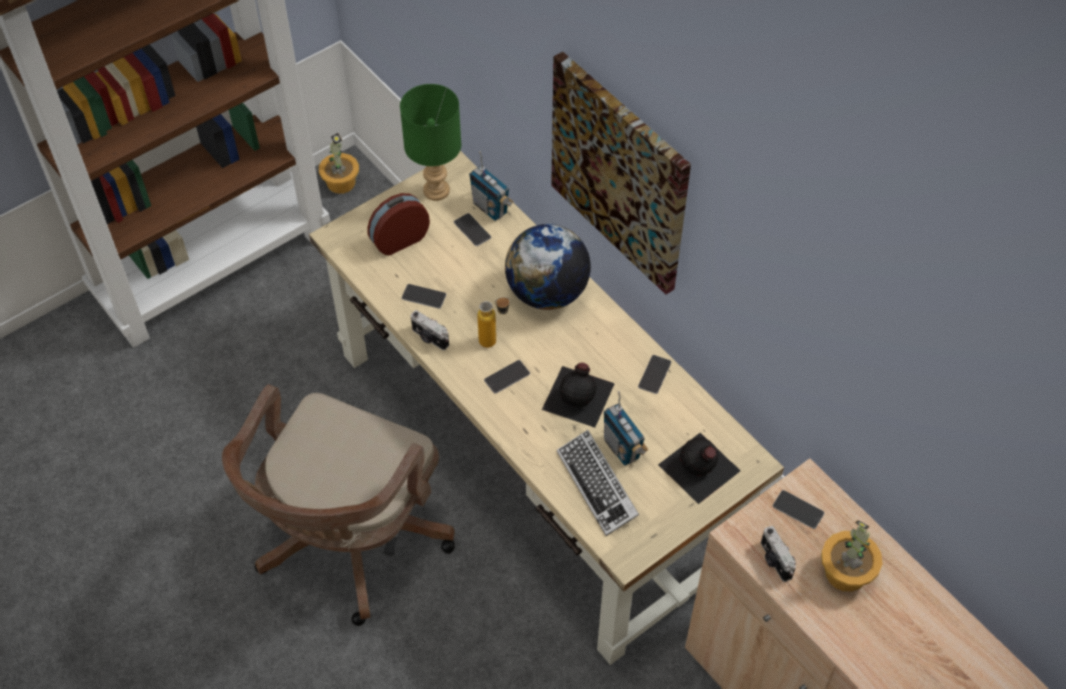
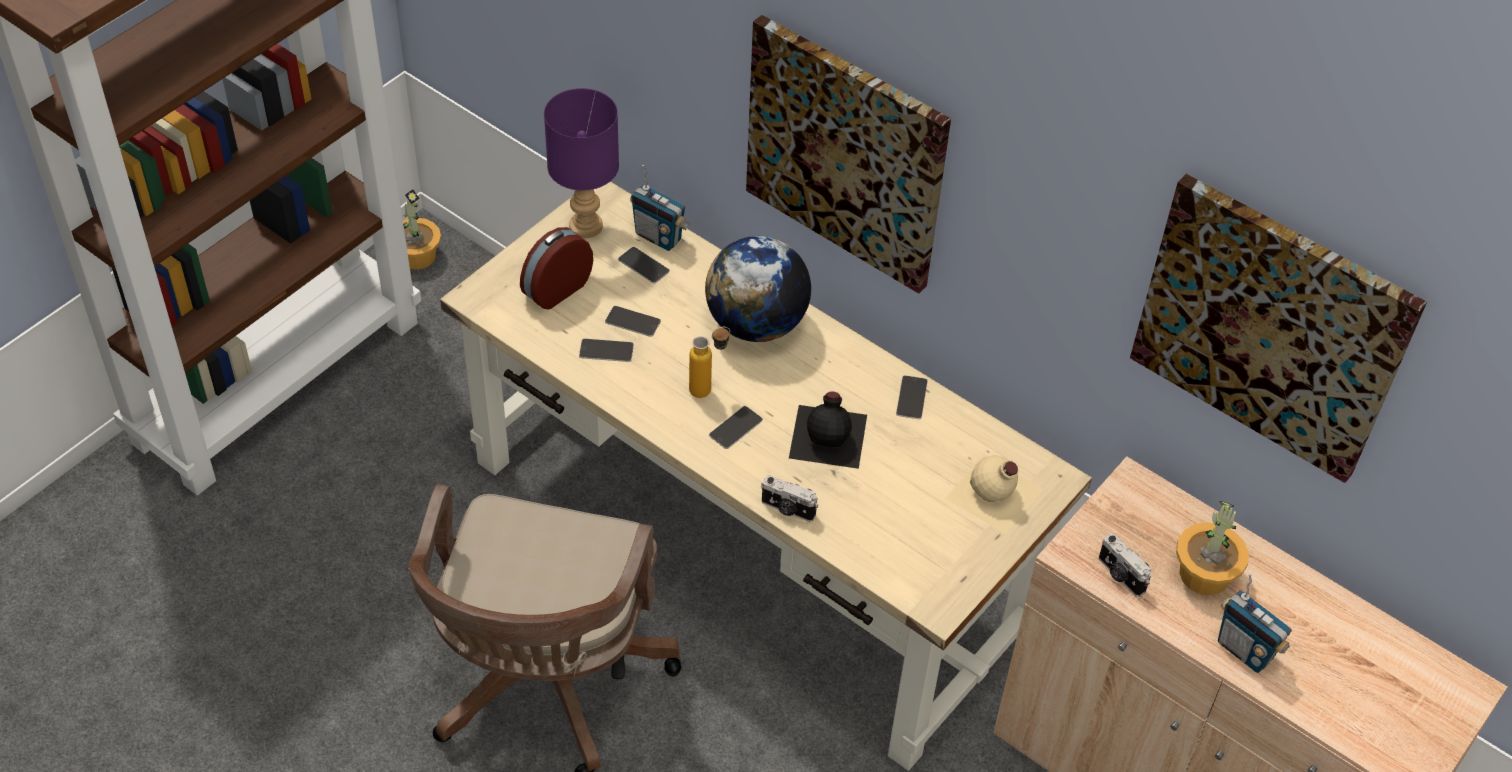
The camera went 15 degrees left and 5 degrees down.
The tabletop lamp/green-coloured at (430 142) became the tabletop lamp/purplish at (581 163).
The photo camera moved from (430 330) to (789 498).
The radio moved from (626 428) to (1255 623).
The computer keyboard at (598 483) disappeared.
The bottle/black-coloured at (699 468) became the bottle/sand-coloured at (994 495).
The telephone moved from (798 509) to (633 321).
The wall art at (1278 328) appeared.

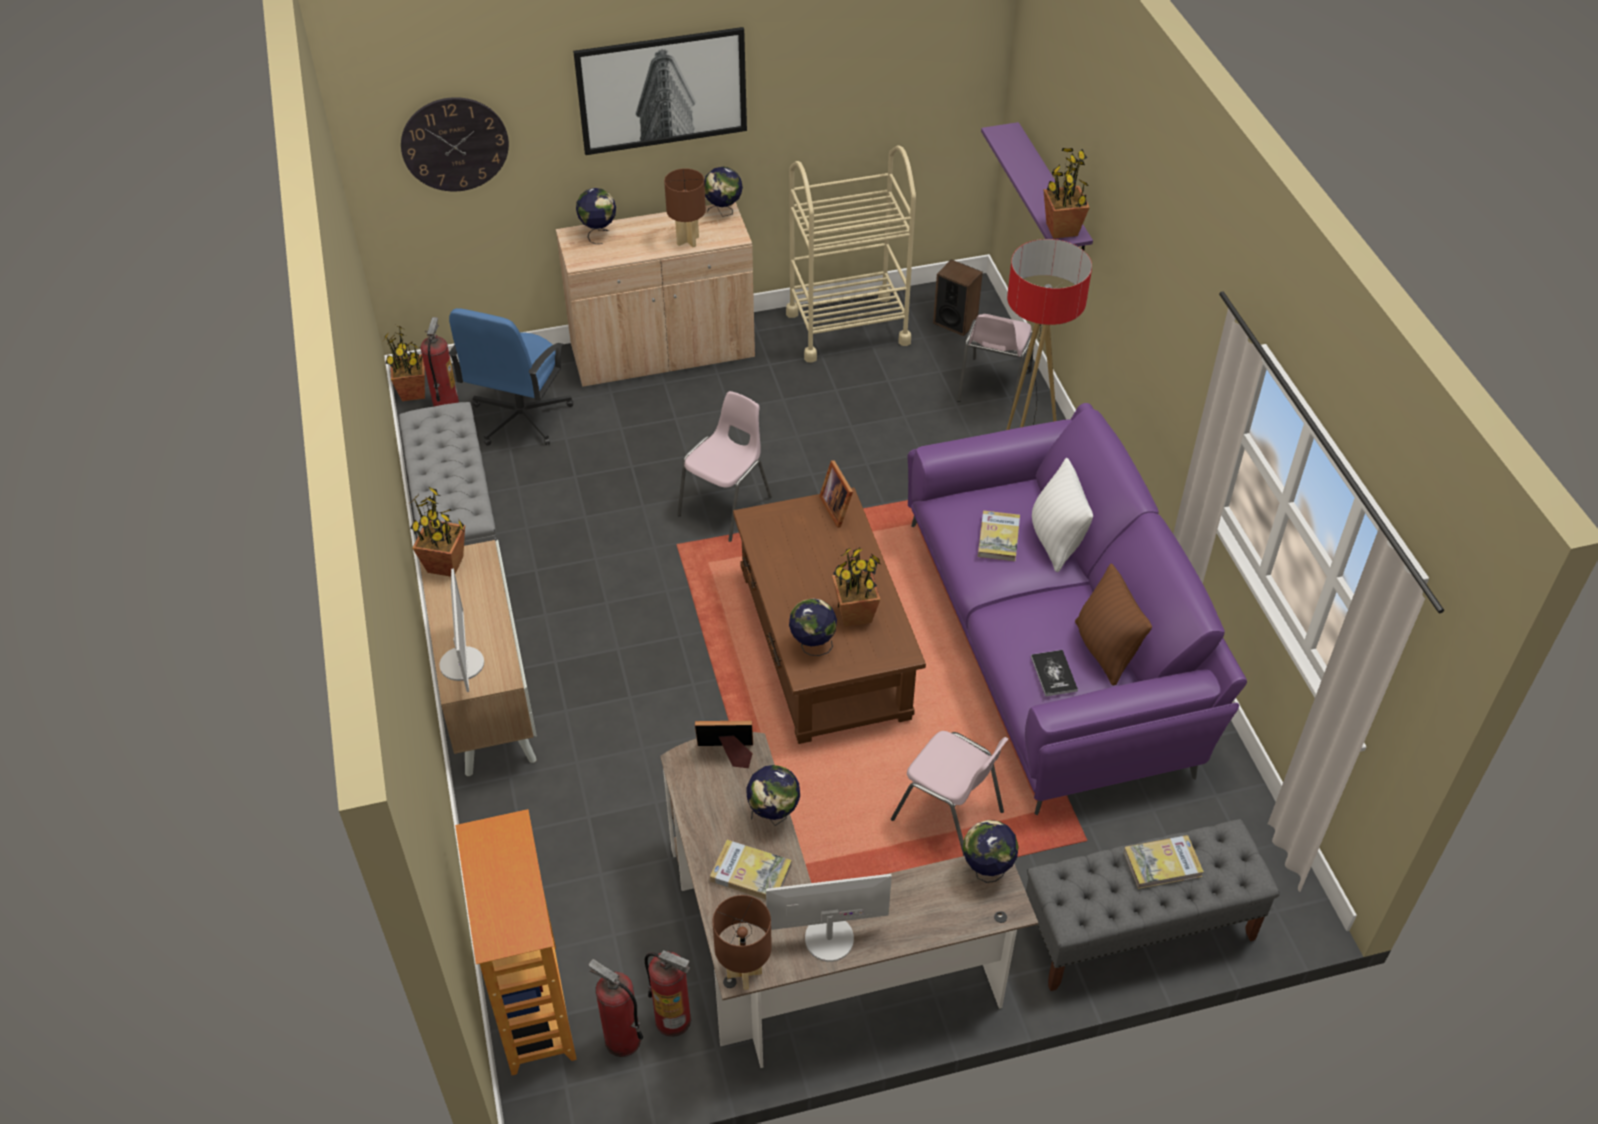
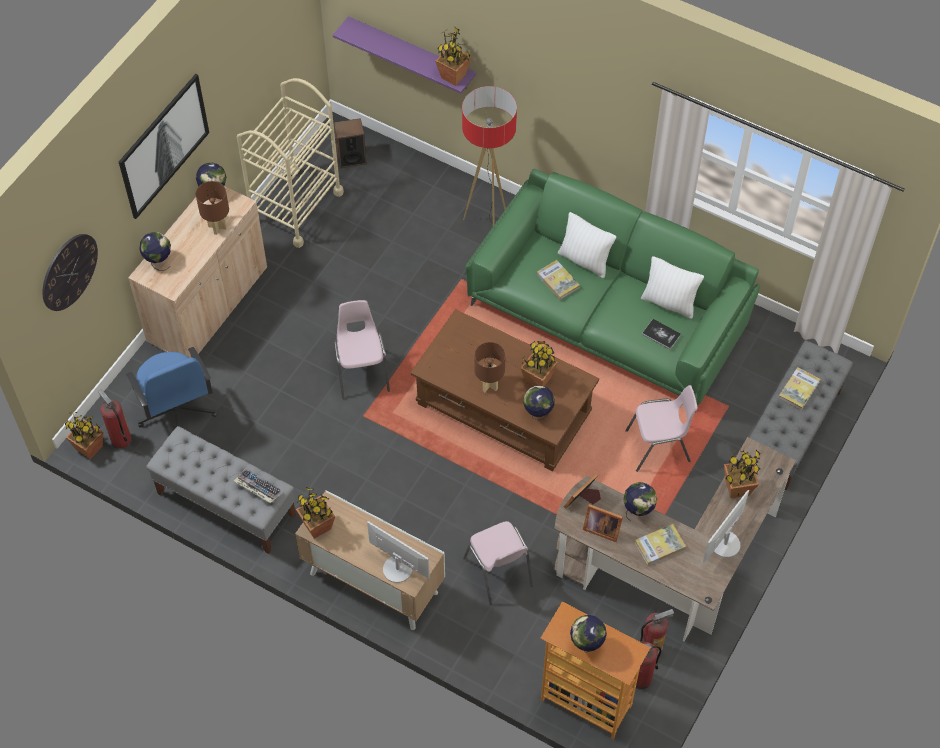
The camera went 45 degrees left and 10 degrees up.
The chair/pink-coloured moved from (995 363) to (498 563).
The sofa/purplish at (1077 609) became the sofa/green-coloured at (613 291).
The photo frame moved from (836 494) to (603 523).
The cushion/brown at (1113 625) became the cushion/white-coloured at (672 287).
The world globe moved from (990 851) to (588 634).
The tabletop lamp/brown moved from (742 942) to (490 367).
The plant in a pot at (742 474) appeared.
The computer keyboard at (259 485) appeared.

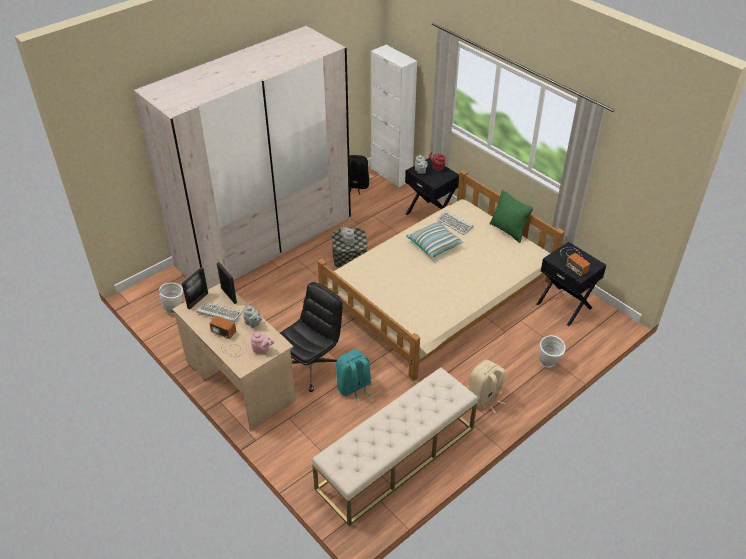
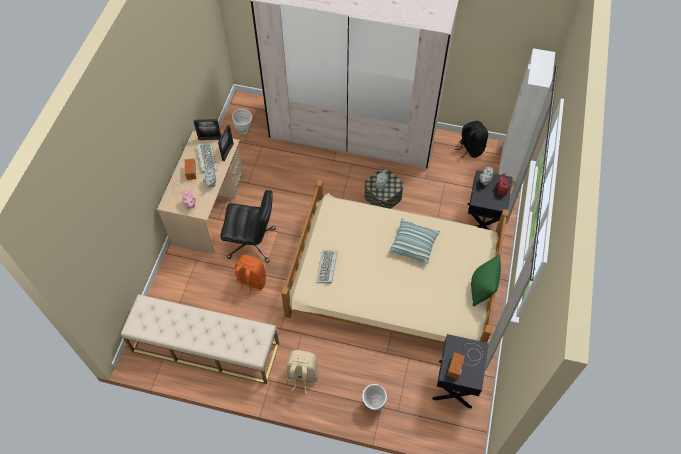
The camera went 55 degrees right and 15 degrees up.
The computer keyboard moved from (455 222) to (327 267).
The backpack/turquoise at (354 376) became the backpack/orangey at (250 276).

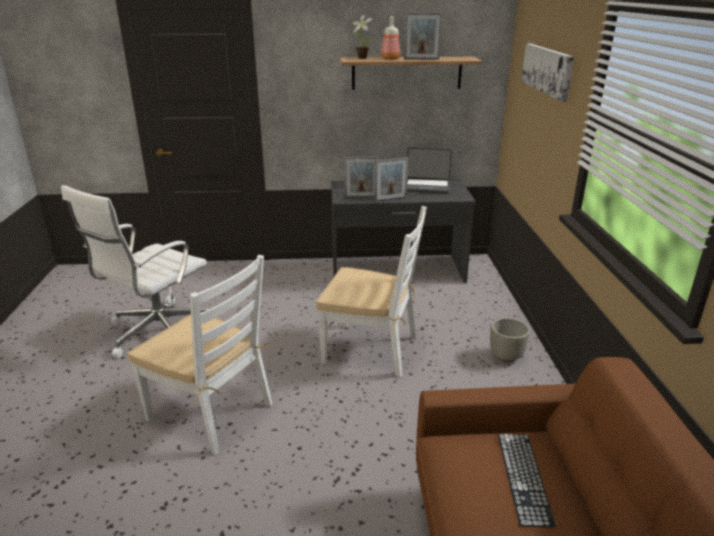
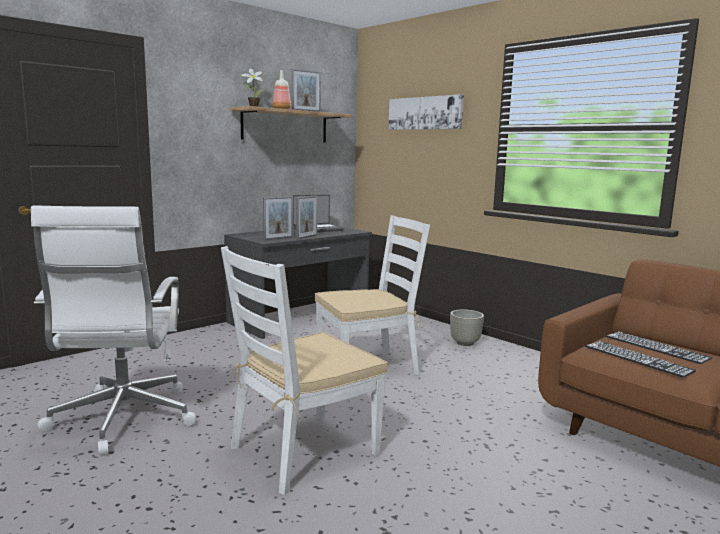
The camera went 40 degrees left and 15 degrees down.
The chair/white-coloured at (199 355) turned 150 degrees clockwise.
The computer keyboard at (640 359) appeared.

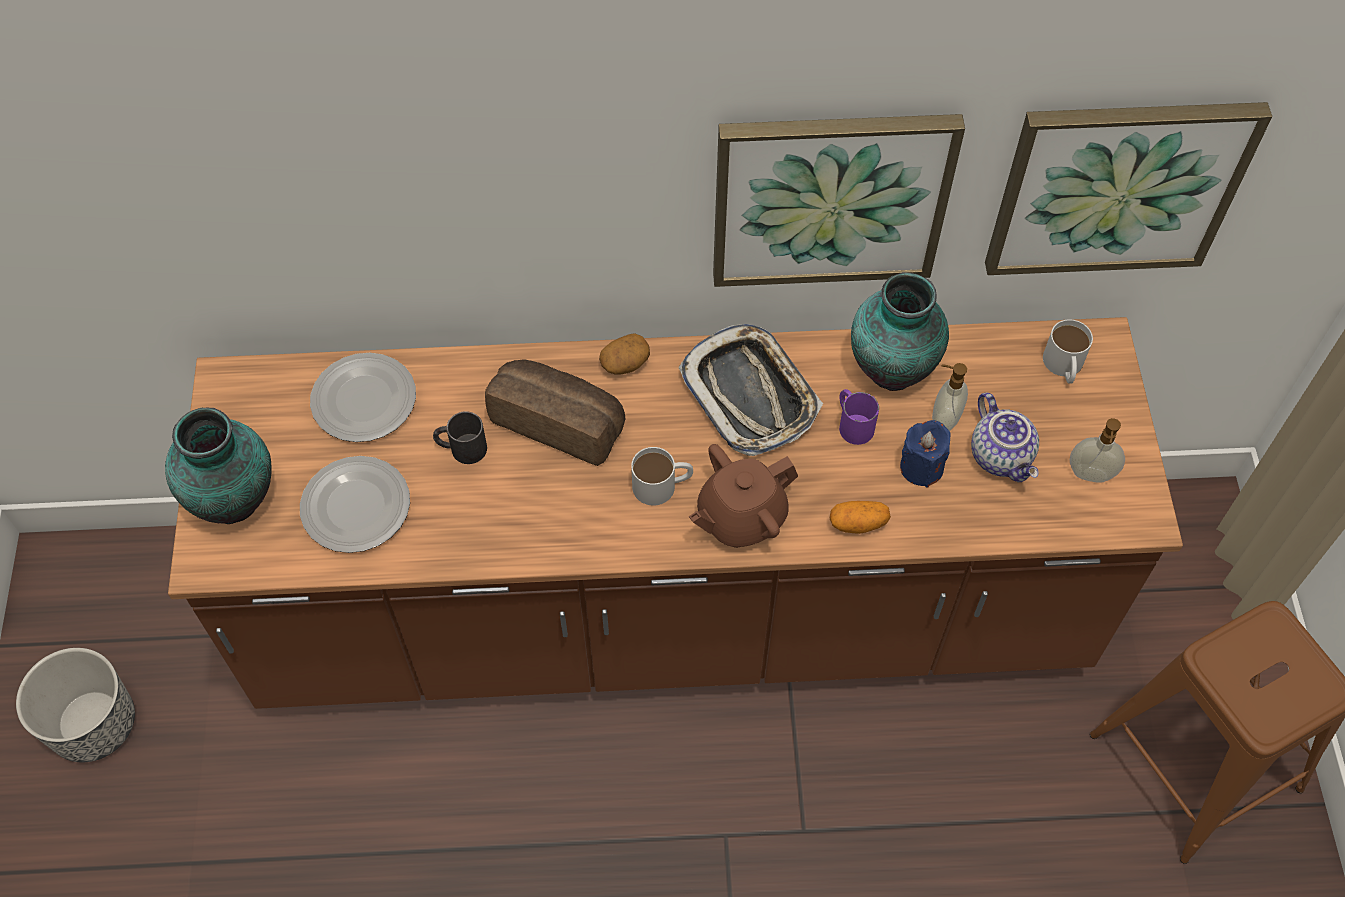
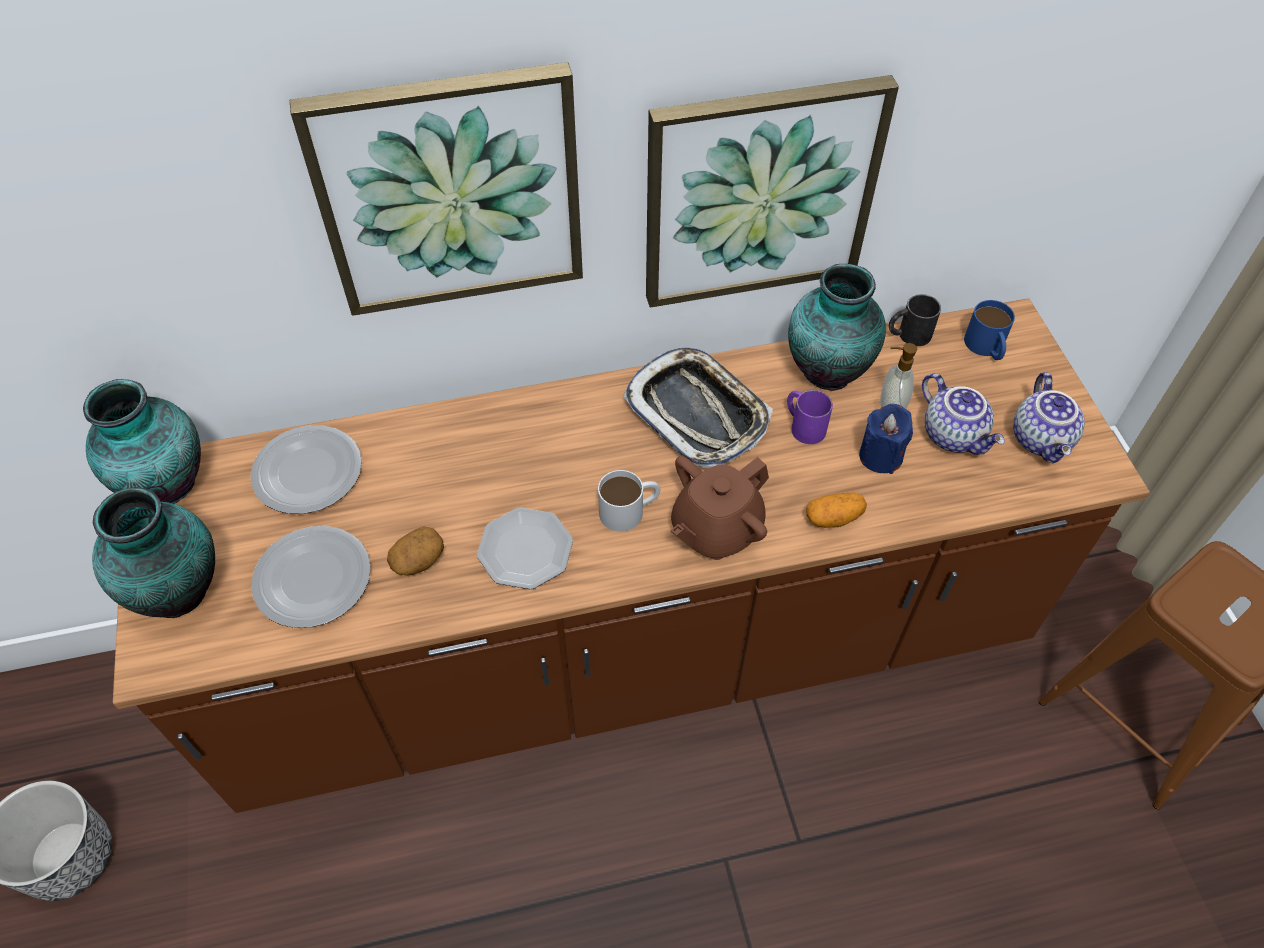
The camera went 10 degrees left and 5 degrees down.
The wall art moved from (1128 188) to (436 189).
The coffee mug/white-coloured at (1068 351) became the coffee mug/blue at (989 330).
The potato moved from (624 354) to (415 551).
The bakery bread at (555 412) disappeared.
The coffee mug/black-coloured moved from (460 437) to (915 320).
The soap bottle at (1097 450) was replaced by the pot for tea at (1049 417).
The vase at (142 441) appeared.
The plate at (525 548) appeared.

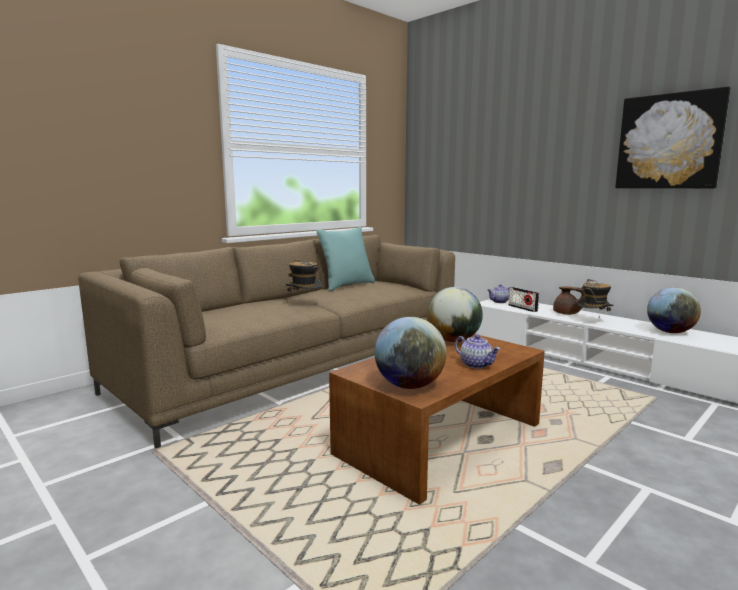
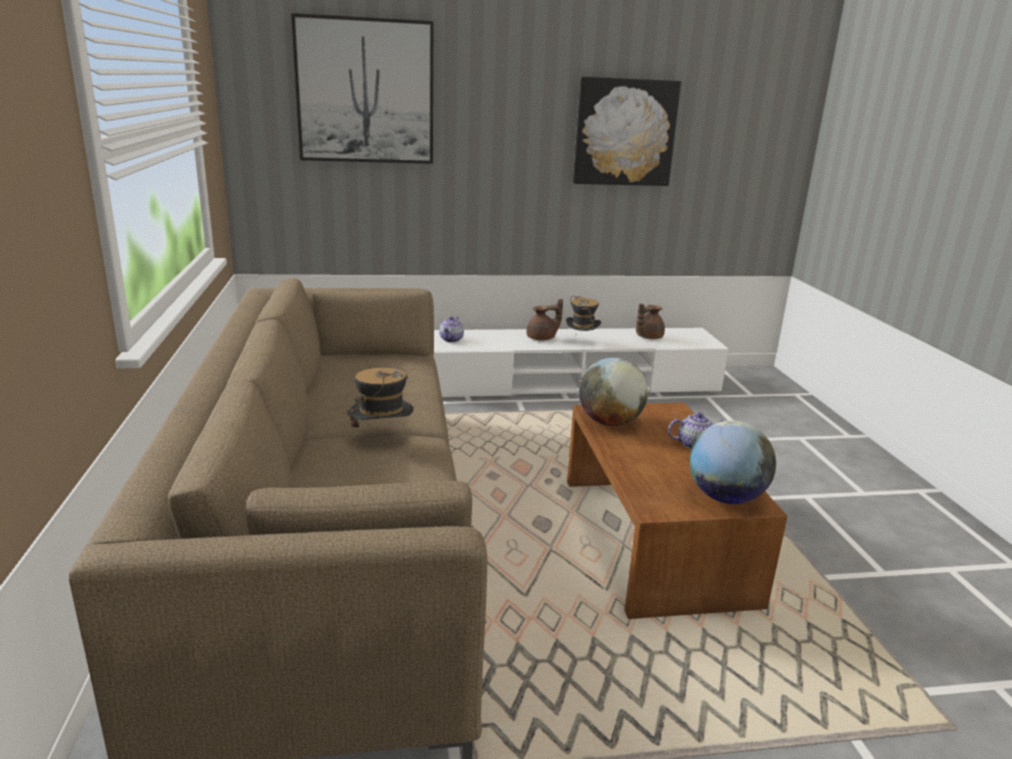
The camera went 55 degrees left and 10 degrees up.
The cushion/turquoise at (345 259) disappeared.
The radio at (524 299) disappeared.
The world globe at (674 310) was replaced by the pot for tea/brown at (650 321).
The wall art at (362 88) appeared.

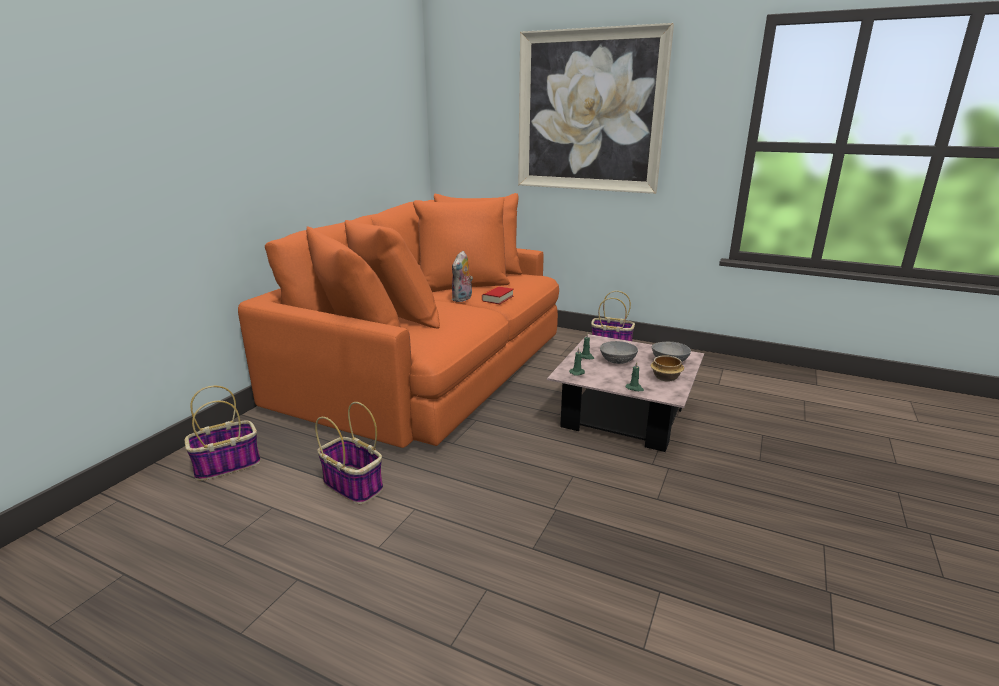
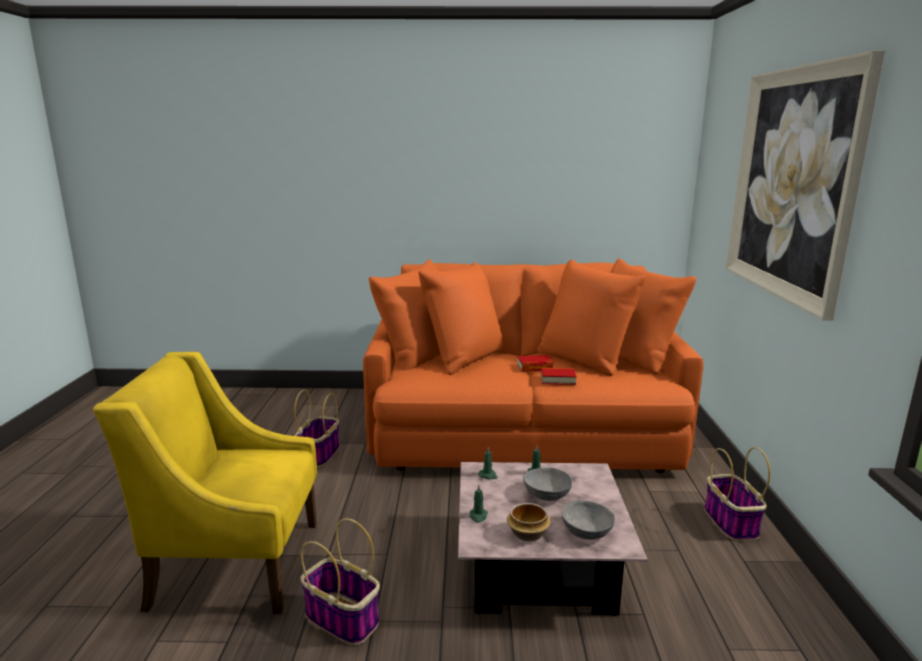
The camera went 65 degrees right and 5 degrees down.
The soft toy at (462 276) was replaced by the book at (535 363).
The basket moved from (223 433) to (340 582).
The armchair/yellow-coloured at (205 483) appeared.

